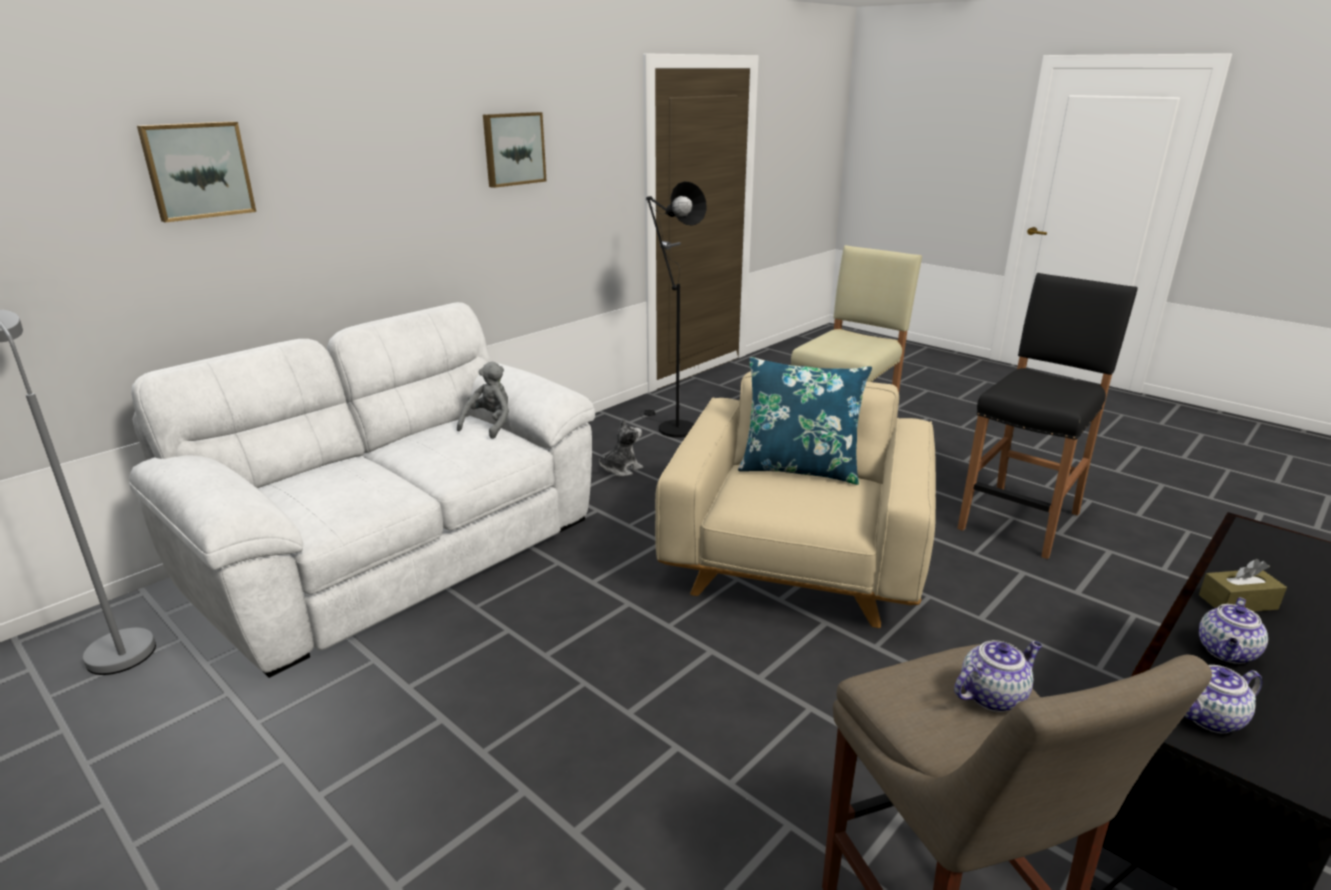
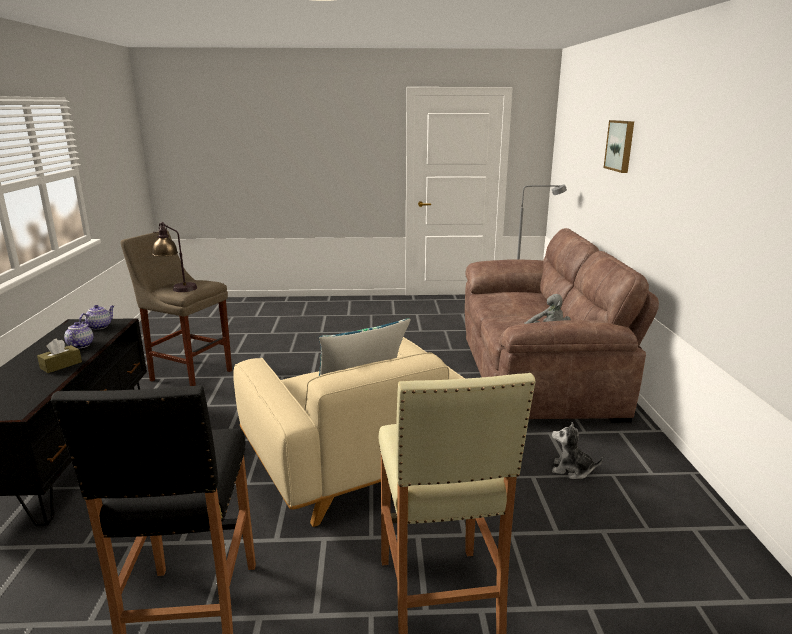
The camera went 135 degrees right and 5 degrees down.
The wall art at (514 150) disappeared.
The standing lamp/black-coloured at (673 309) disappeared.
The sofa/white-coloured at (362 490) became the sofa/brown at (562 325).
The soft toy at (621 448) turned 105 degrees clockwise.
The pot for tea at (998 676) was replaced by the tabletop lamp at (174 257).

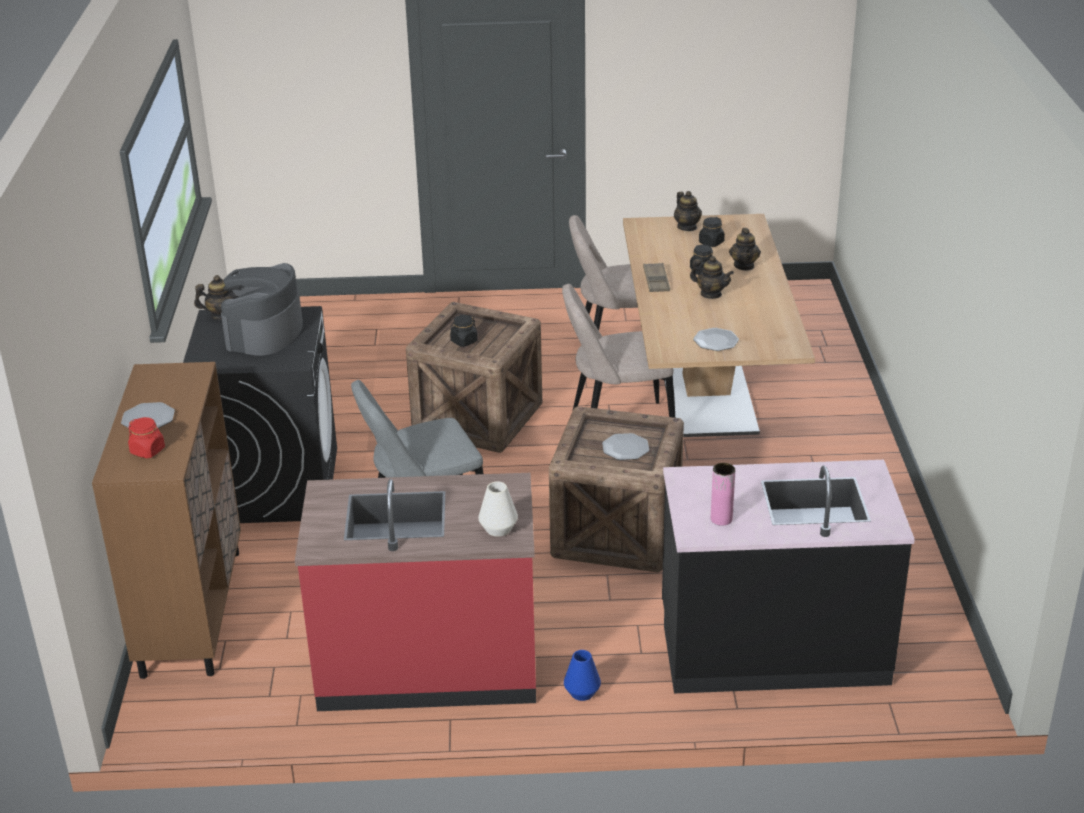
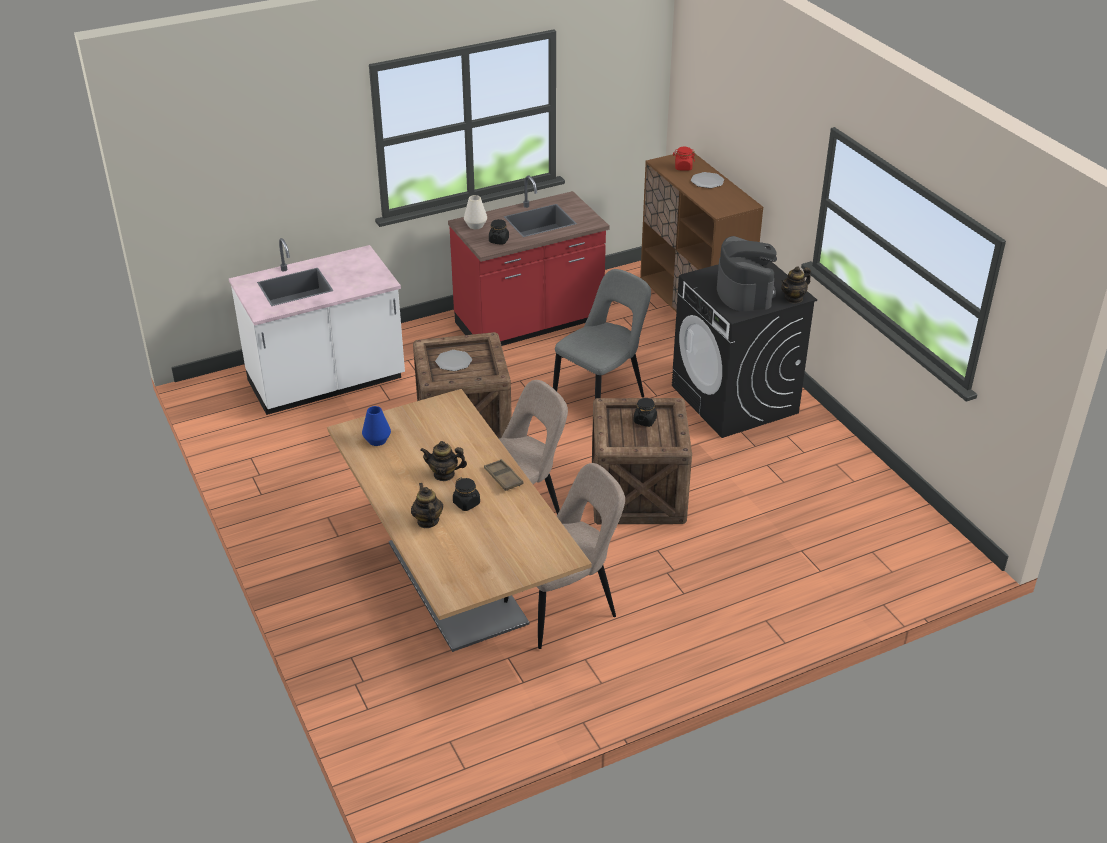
The camera went 155 degrees right and 5 degrees up.
The pot for tea at (688 211) disappeared.
The preserve jar/black-coloured moved from (712 232) to (499 232).
The plate at (716 339) disappeared.
The kitchen base unit/black-coloured at (788 576) became the kitchen base unit/white-coloured at (317 326).
The vase/pink-coloured at (723 494) disappeared.
The vase/blue moved from (582 675) to (376 426).

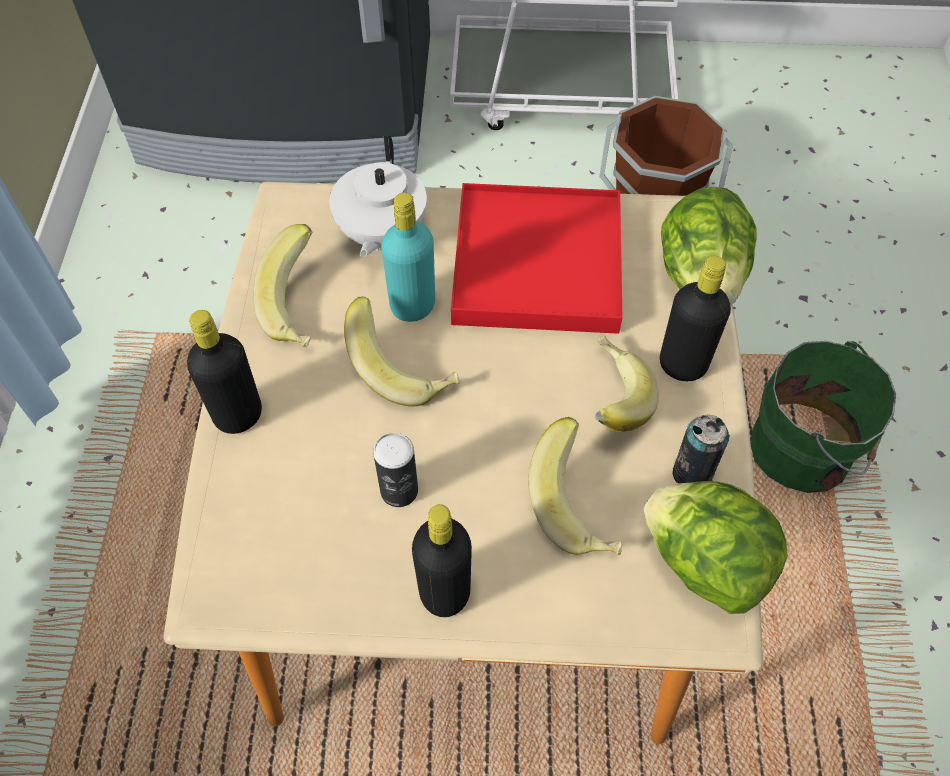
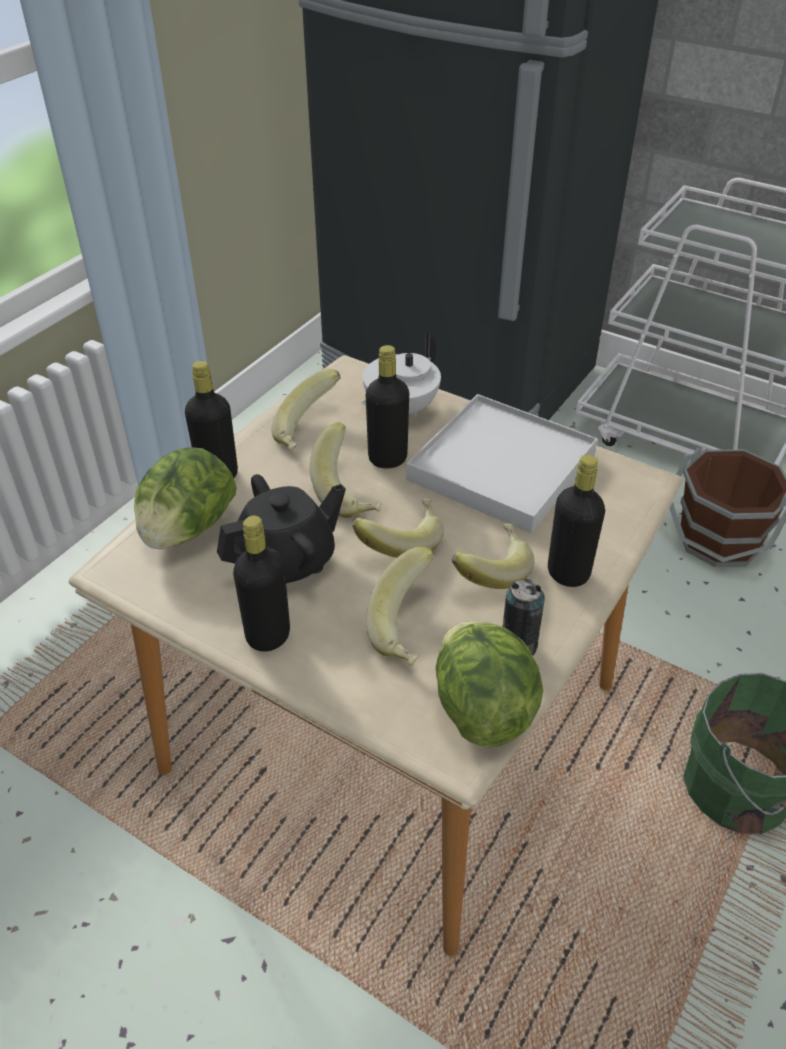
The camera went 30 degrees right and 15 degrees down.
The carrying tray/red-coloured at (536 258) became the carrying tray/white-coloured at (502 463).
The lettuce head moved from (708 246) to (185 498).
The bottle/turquoise at (408 257) became the bottle/black-coloured at (387 407).
The can at (395 470) was replaced by the pot for tea/black-coloured at (281 528).
The whole banana at (398 528) appeared.

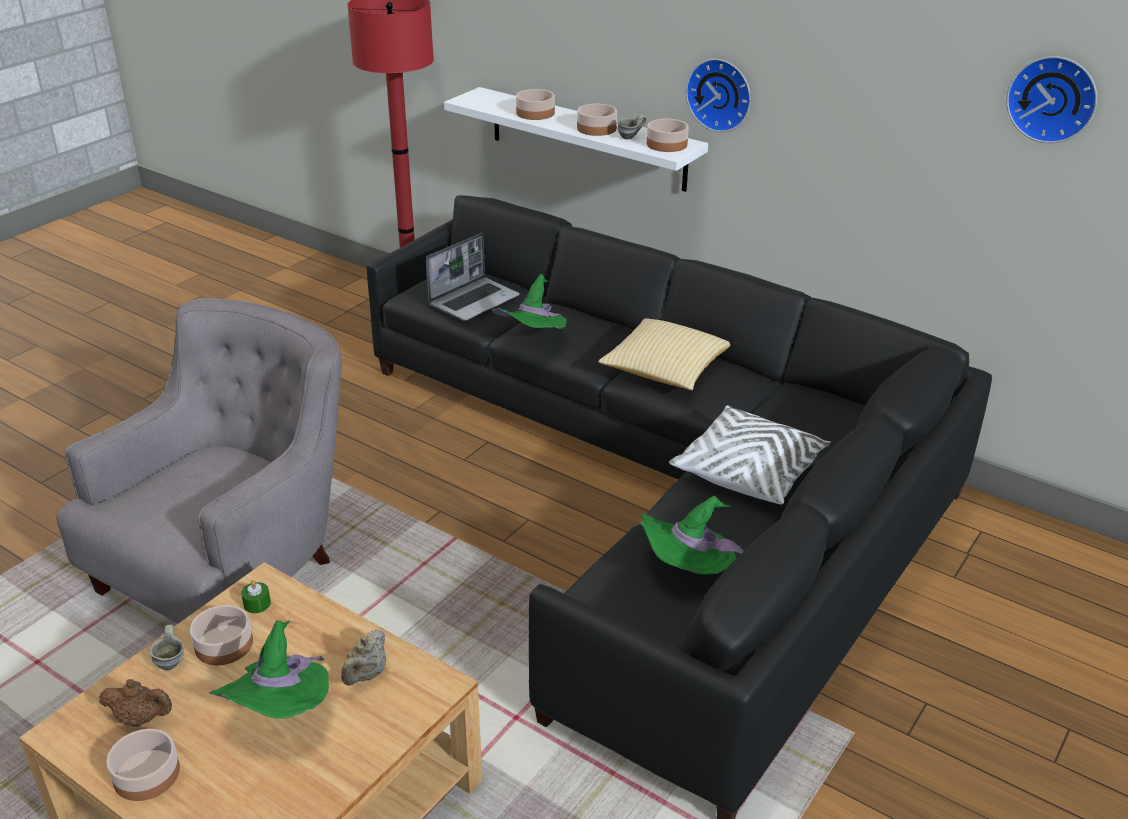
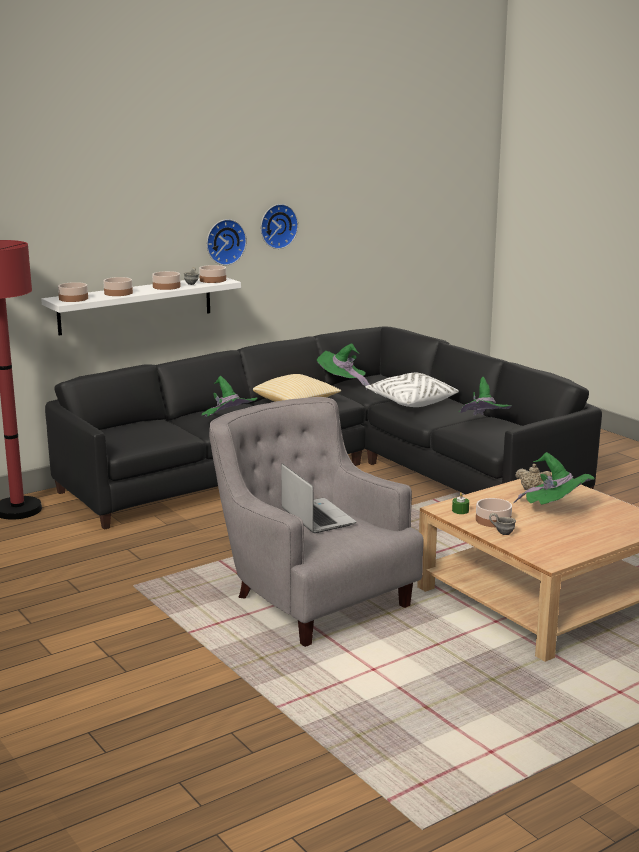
The camera went 70 degrees left and 15 degrees down.
The clock on the wall moved from (1052 99) to (279 226).
The portable computer moved from (473 277) to (318 498).
The pot for tea/brown at (135 703) disappeared.
The bowl moved from (143 765) to (73 292).
The wearable hat/green-coloured at (343 366) appeared.

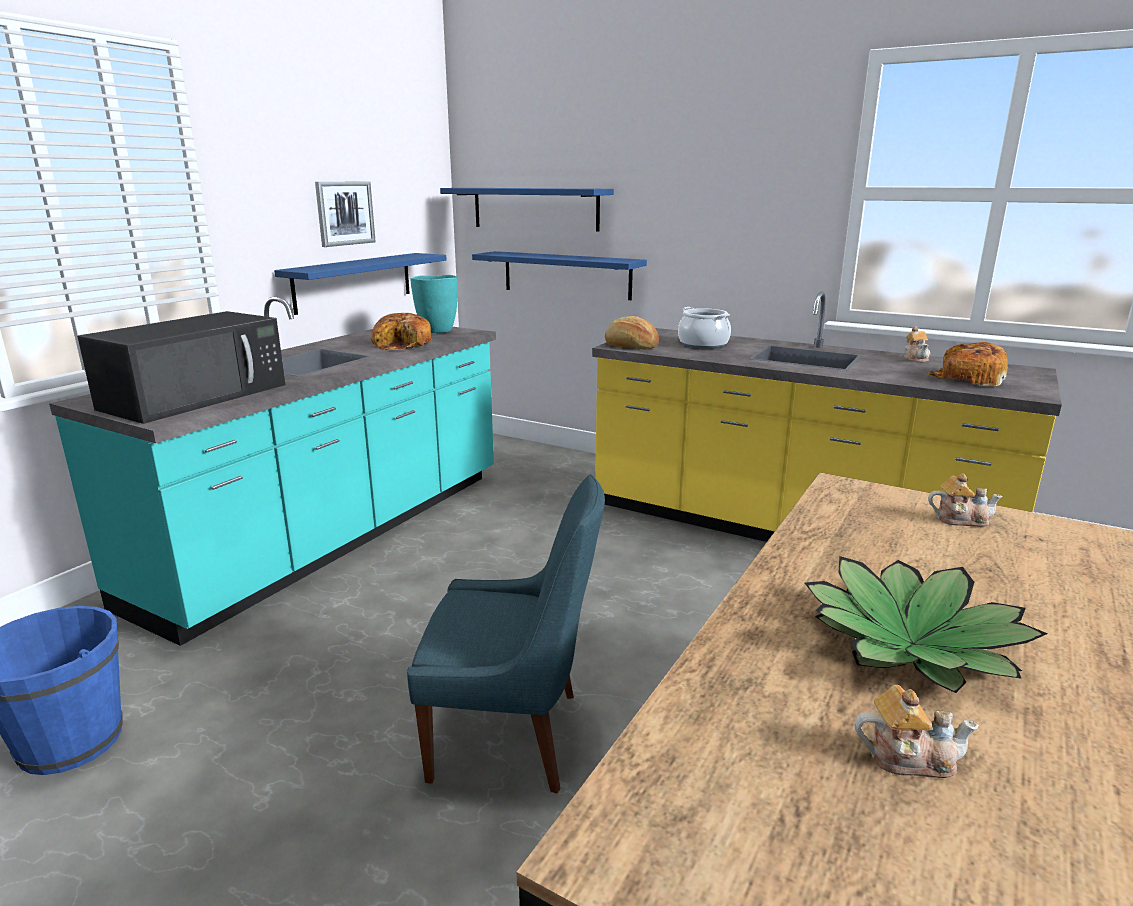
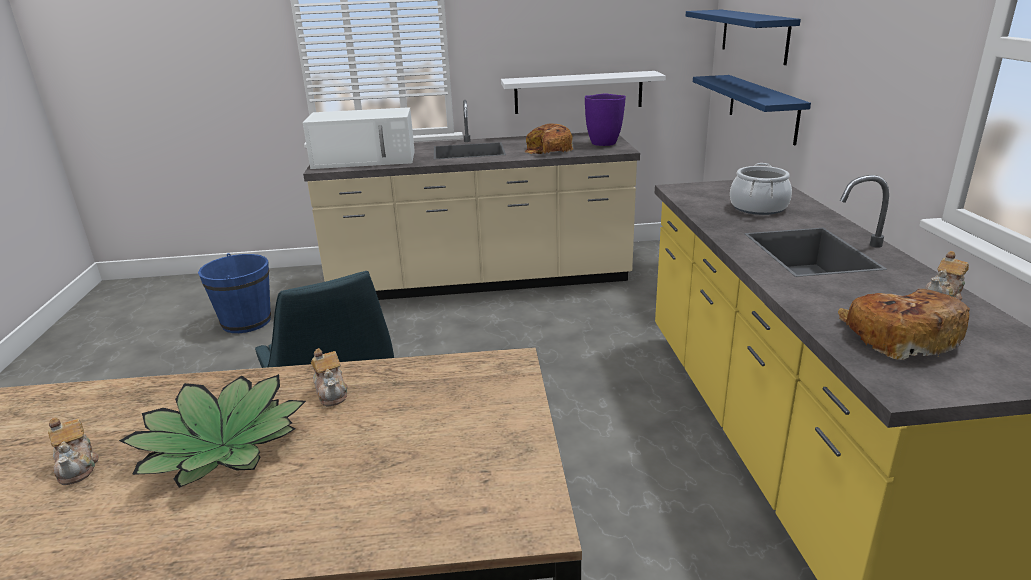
The camera went 55 degrees right and 5 degrees up.
The wall art at (345 214) disappeared.
The shelf/blue at (360 284) became the shelf/white-coloured at (583 92).
The vase/turquoise at (434 304) became the vase/purplish at (605 120).
The kitchen base unit/turquoise at (272 471) became the kitchen base unit/sand-coloured at (471 200).
The microwave/black-coloured at (181 367) became the microwave/white-coloured at (359 138).
The bakery bread at (632 332) disappeared.
The pot for tea moved from (965 500) to (329 377).

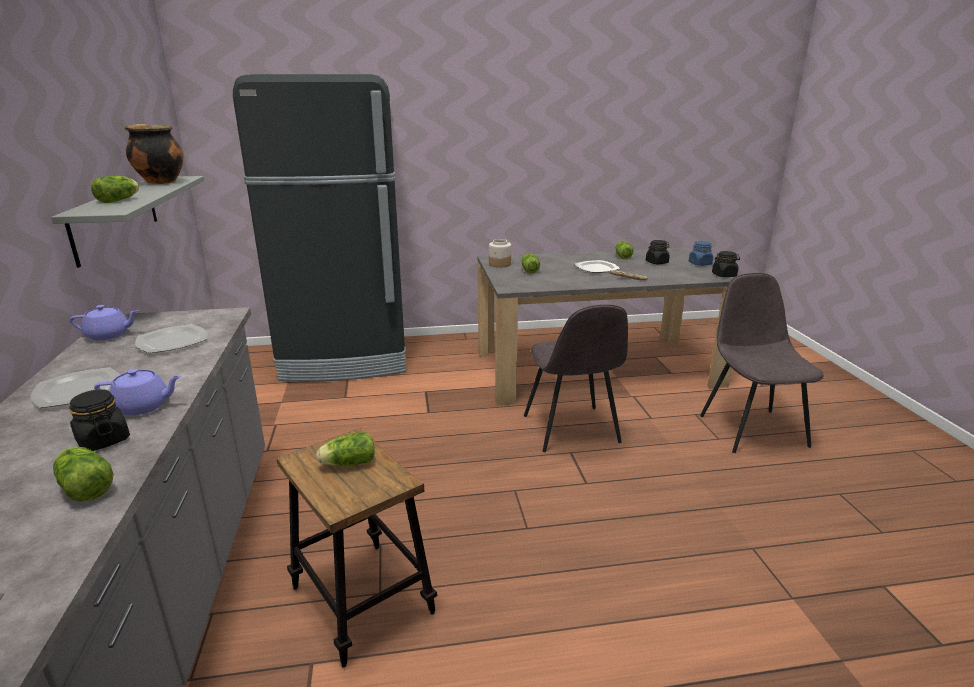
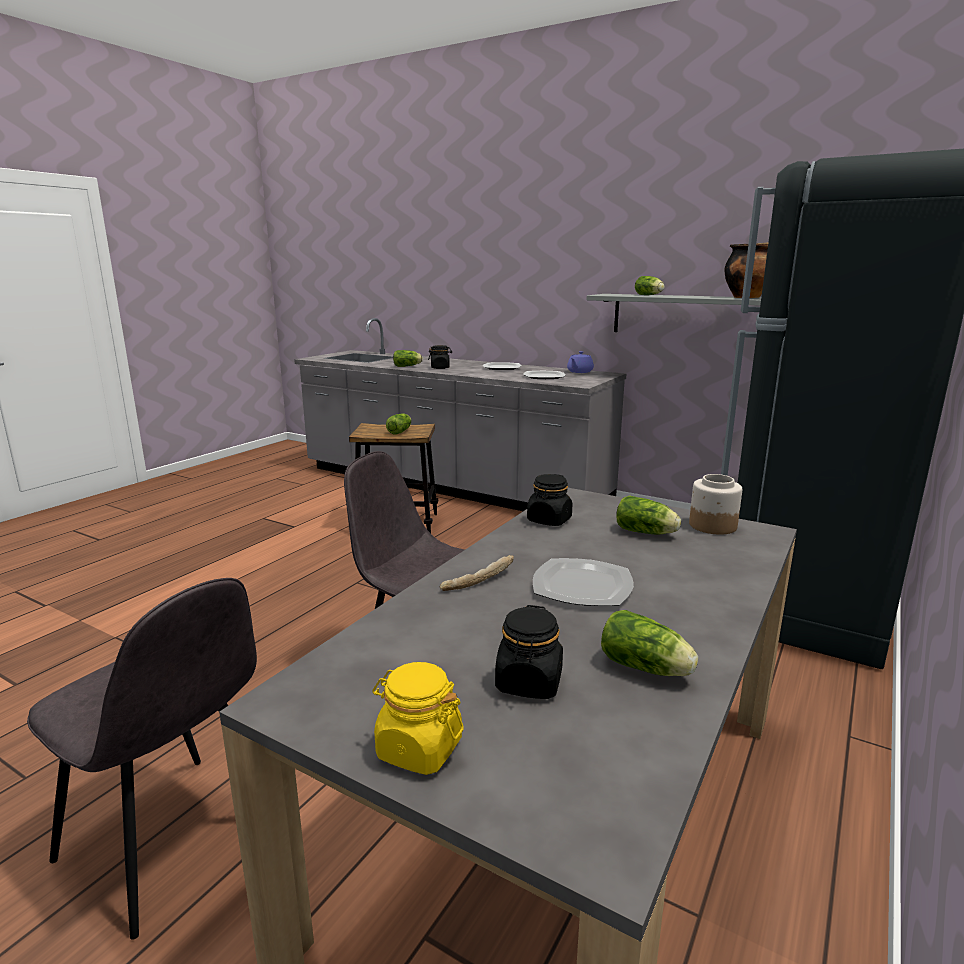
The camera went 130 degrees right and 5 degrees down.
The preserve jar/blue at (701 253) became the preserve jar/yellow-coloured at (417 718).
The preserve jar/black-coloured moved from (726 264) to (549 500).
The pot for tea/purplish at (137 392) disappeared.

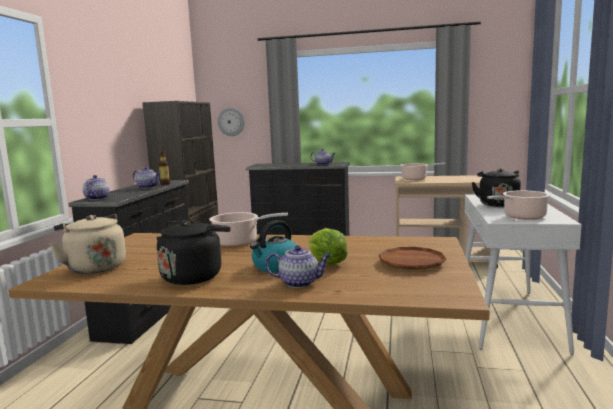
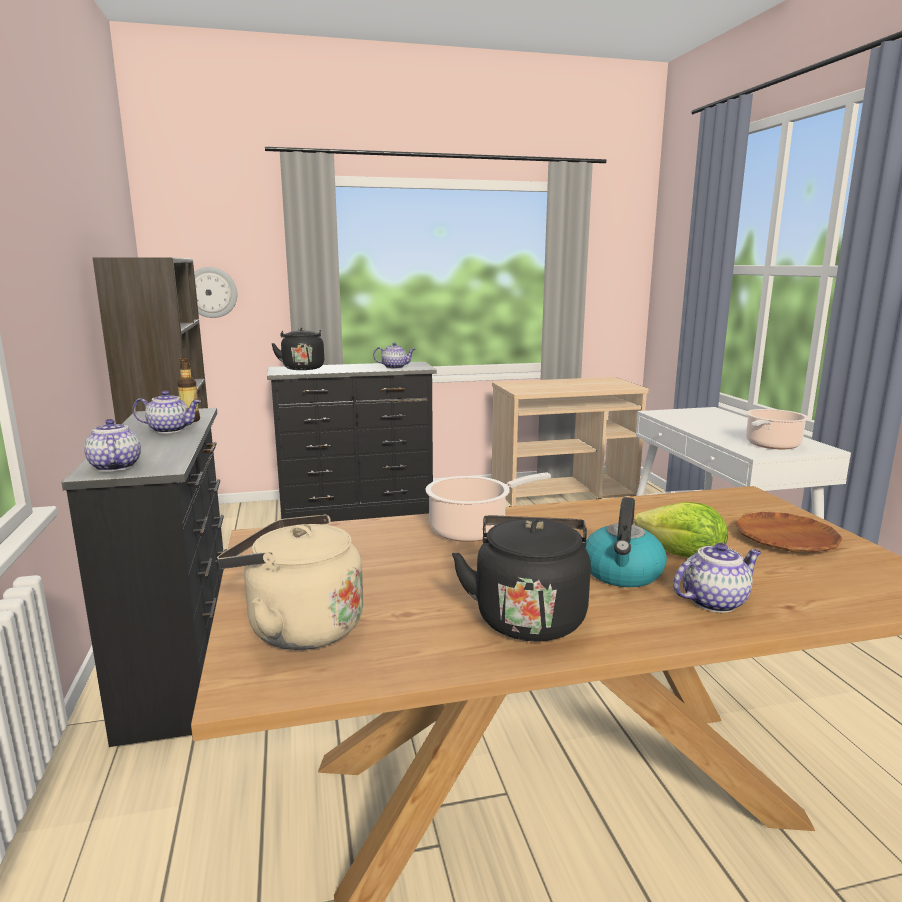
The camera went 25 degrees left and 5 degrees up.
The cooking pot at (423 171) disappeared.
The tea kettle/black-coloured moved from (496 187) to (297 348).

